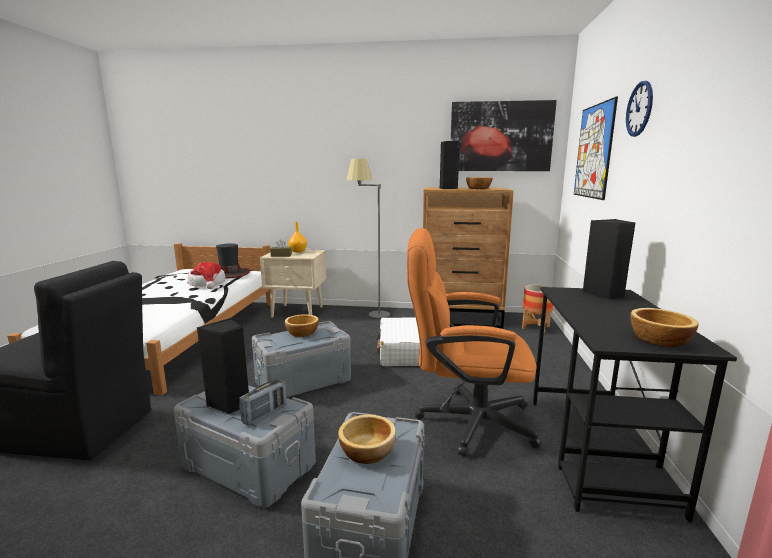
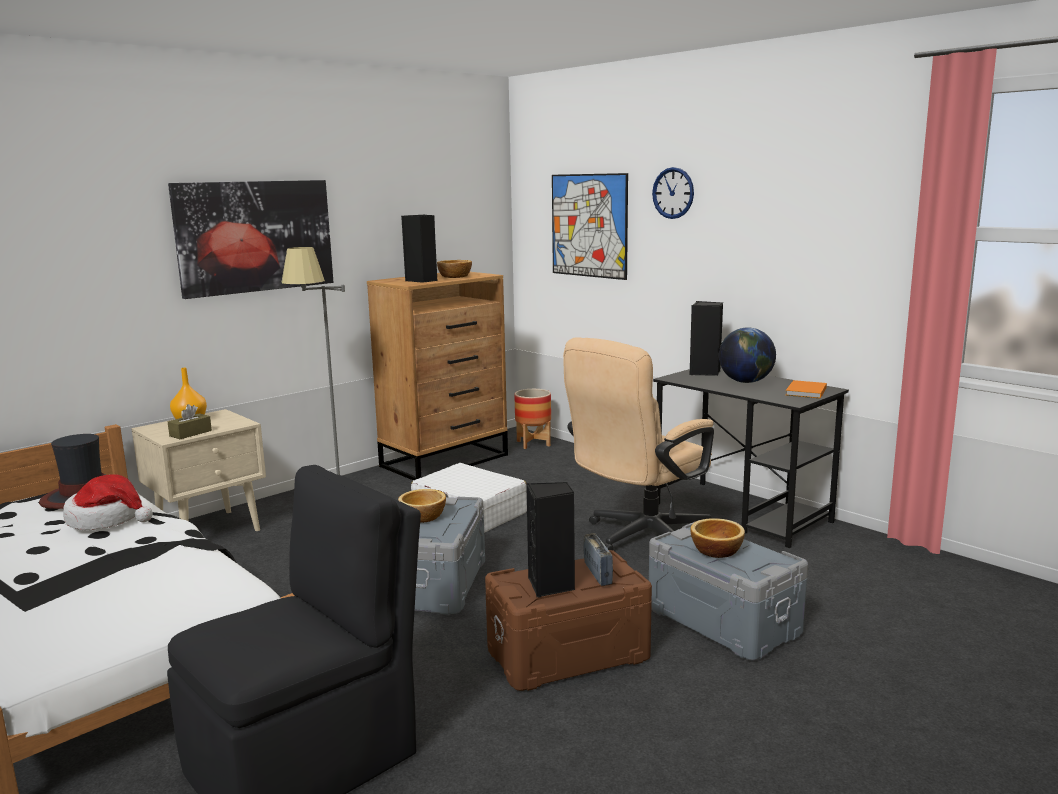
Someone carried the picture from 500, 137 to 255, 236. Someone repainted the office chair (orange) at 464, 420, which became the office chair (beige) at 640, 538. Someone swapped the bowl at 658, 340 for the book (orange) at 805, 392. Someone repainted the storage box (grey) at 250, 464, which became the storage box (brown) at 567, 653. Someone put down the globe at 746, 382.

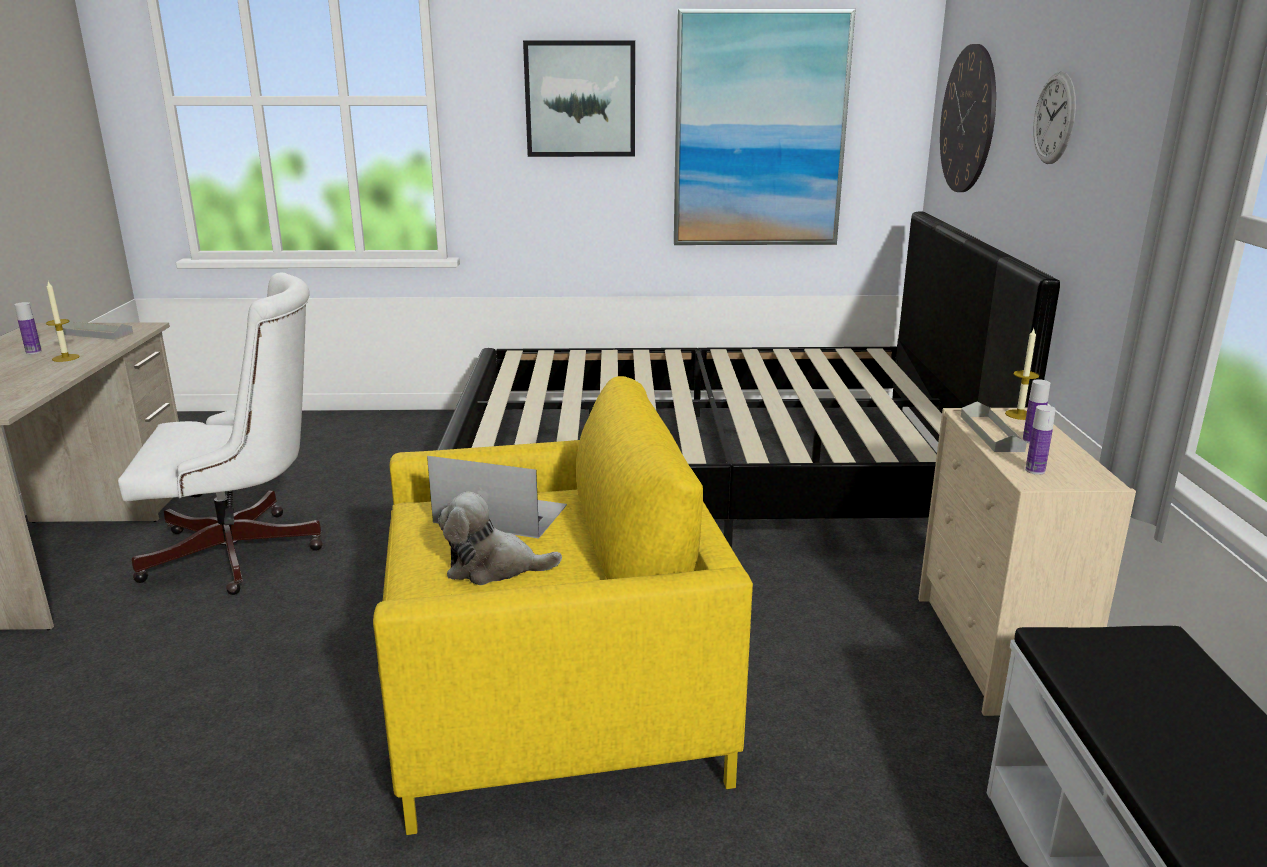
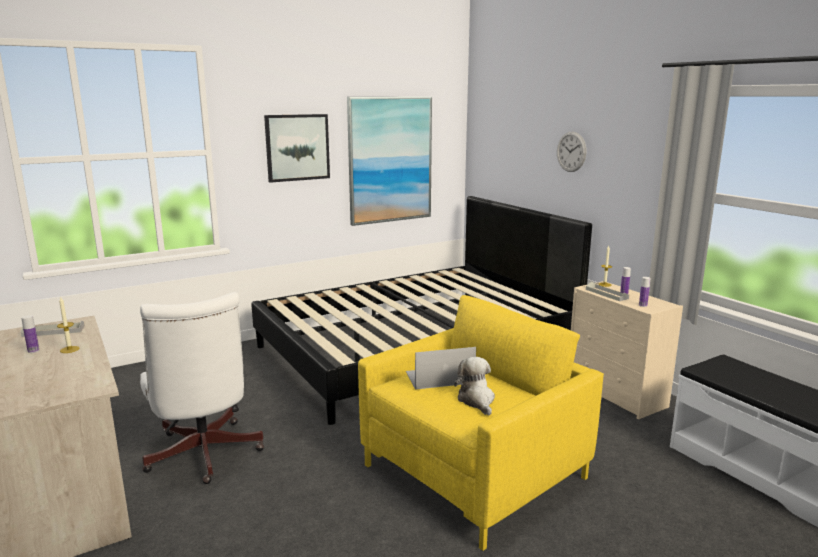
Someone took away the wall clock at 968, 119. Someone rotated the office chair (white) at 244, 553 by 105 degrees clockwise. Someone rotated the plush toy at 493, 567 by 105 degrees clockwise.

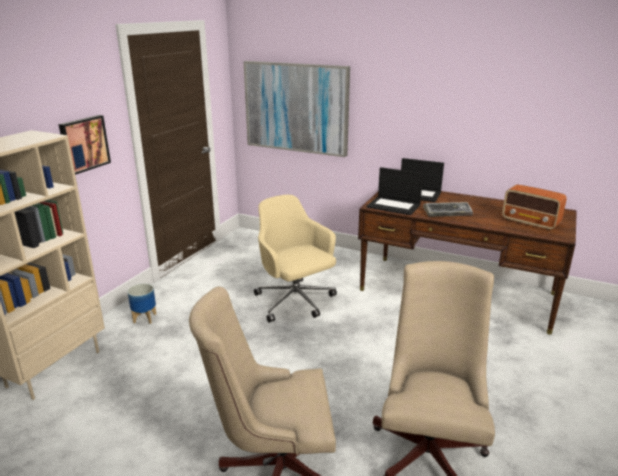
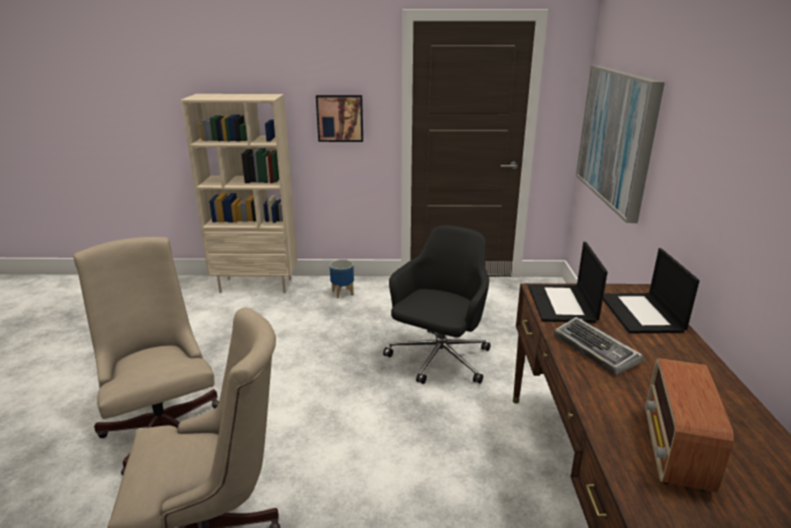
Someone repainted the office chair (beige) at 295, 302, which became the office chair (black) at 438, 360.

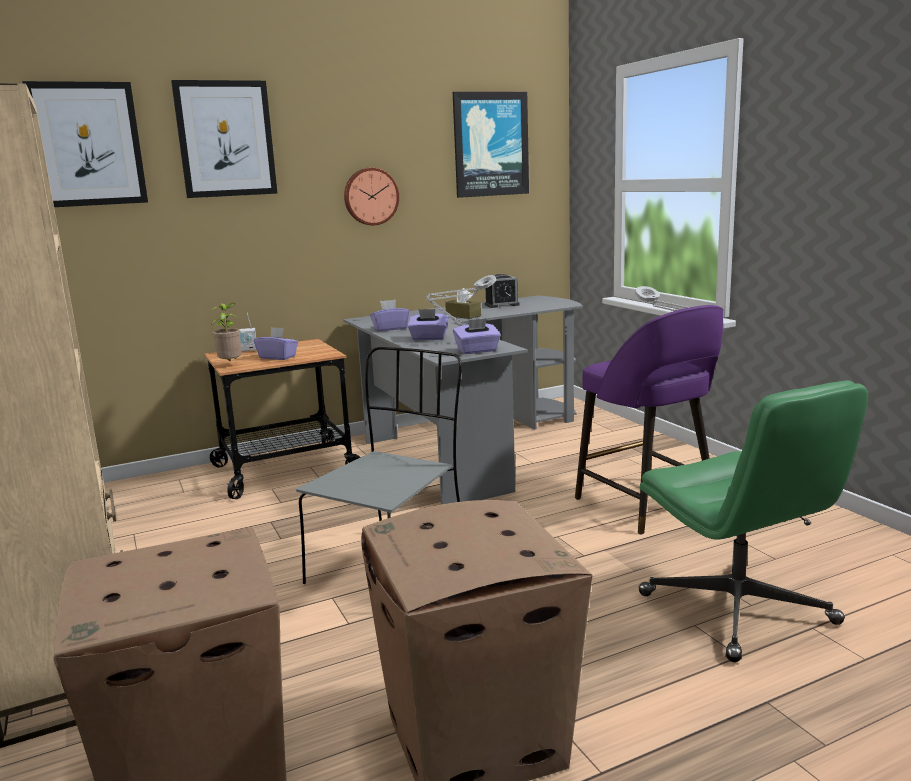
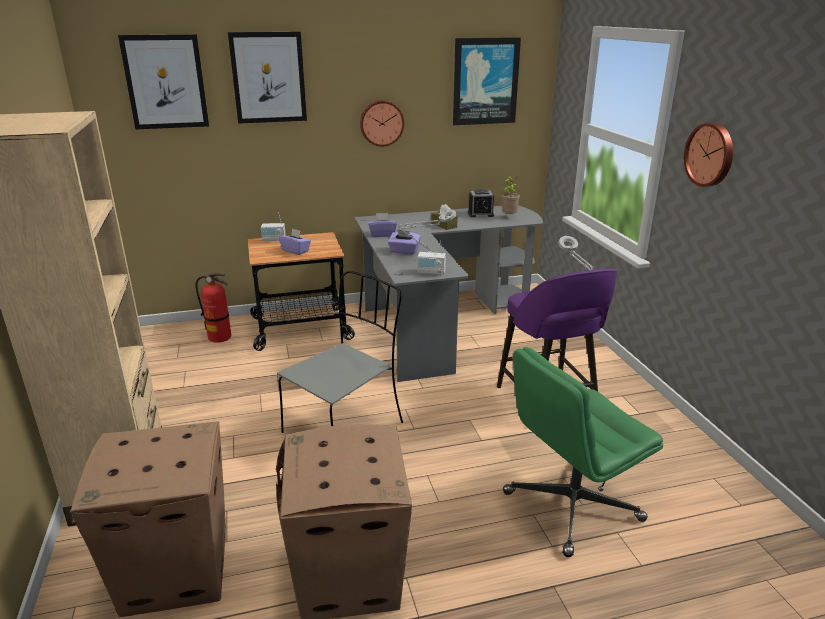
Someone carried the potted plant from 231, 365 to 509, 217. Someone swapped the tissue box (purple) at 477, 351 for the radio at 431, 272. Someone rotated the office chair (green) at 739, 610 by 75 degrees clockwise. Someone put up the wall clock at 710, 154. Someone put down the fire extinguisher at 220, 337.

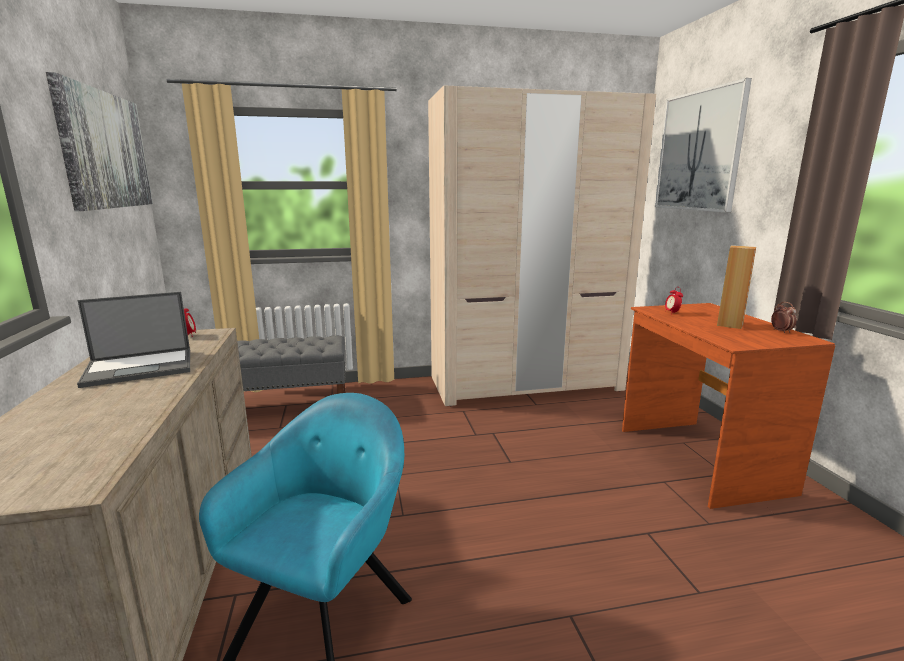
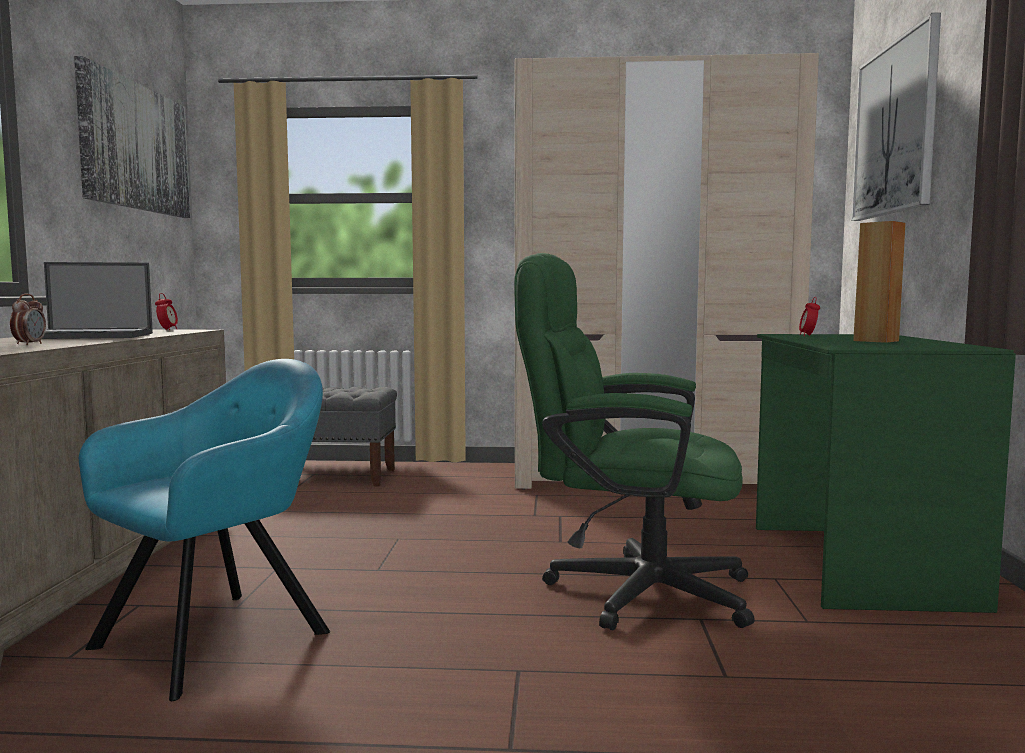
Someone carried the alarm clock from 781, 331 to 29, 344. Someone repainted the desk (brown) at 699, 459, which became the desk (green) at 854, 564. Someone put down the office chair (green) at 628, 590.

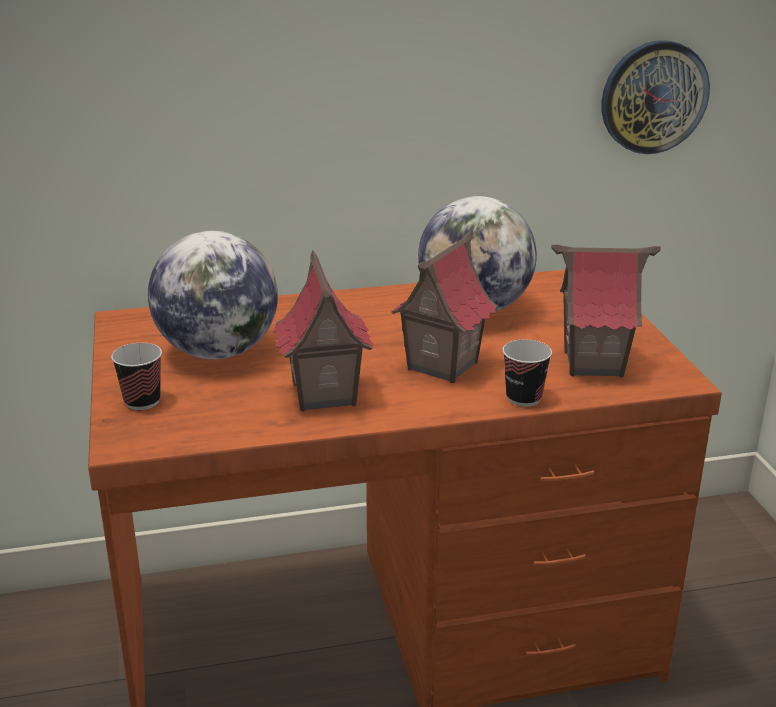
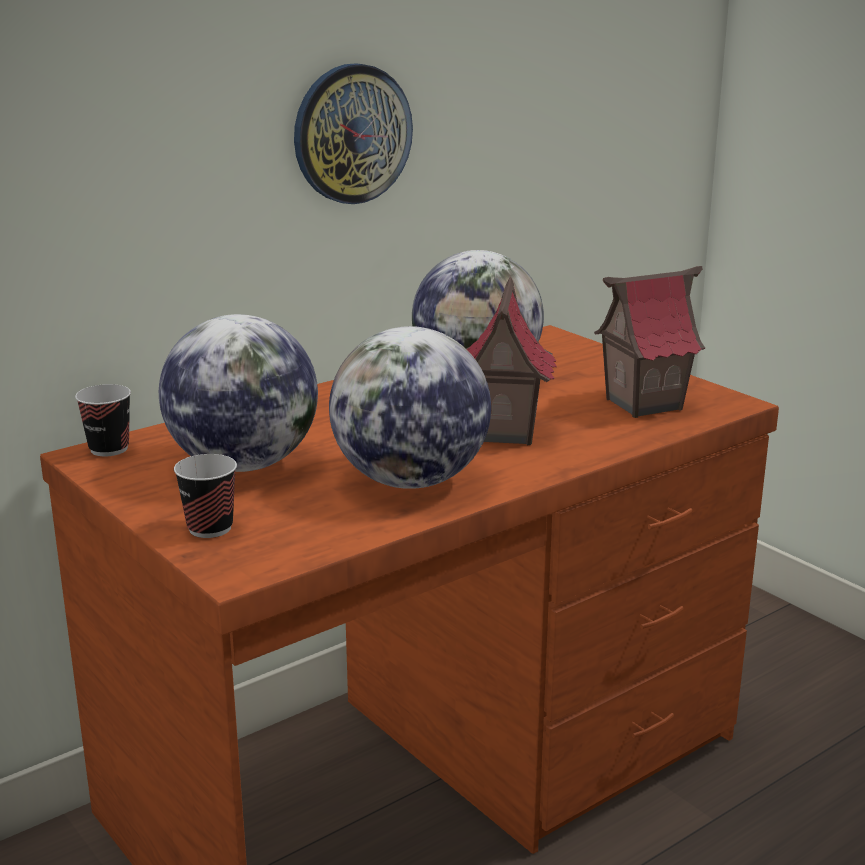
Someone carried the wall clock from 653, 97 to 352, 134. Someone swapped the toy house at 323, 395 for the globe at 410, 481. Someone carried the cup from 523, 398 to 109, 449.

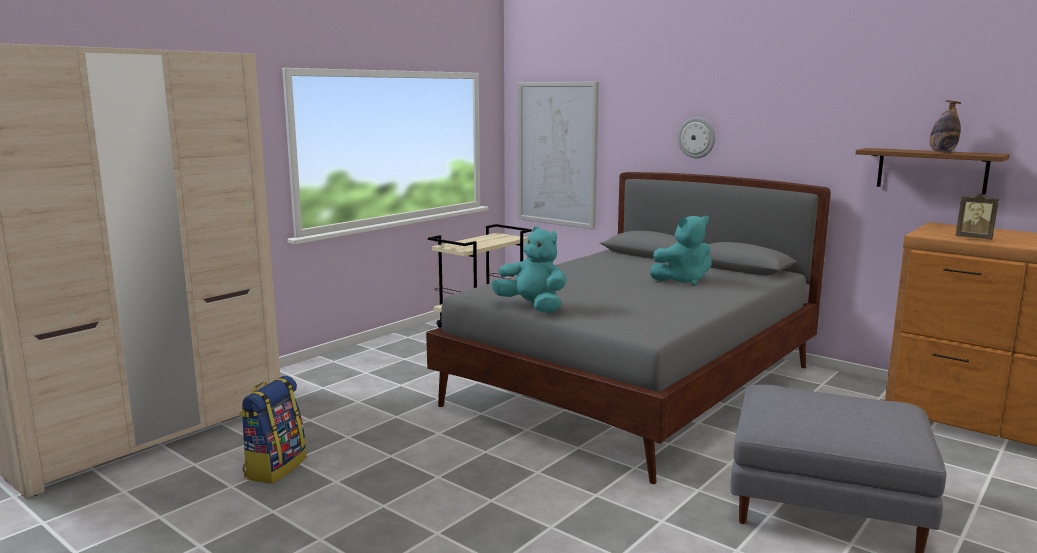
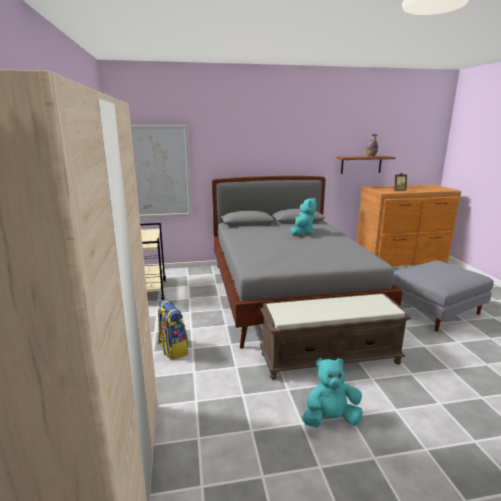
Someone took away the wall clock at 697, 137. Someone carried the plush toy (turquoise) from 532, 307 to 330, 419. Someone carried the backpack from 275, 467 to 172, 349. Someone put down the bench (brown) at 330, 358.

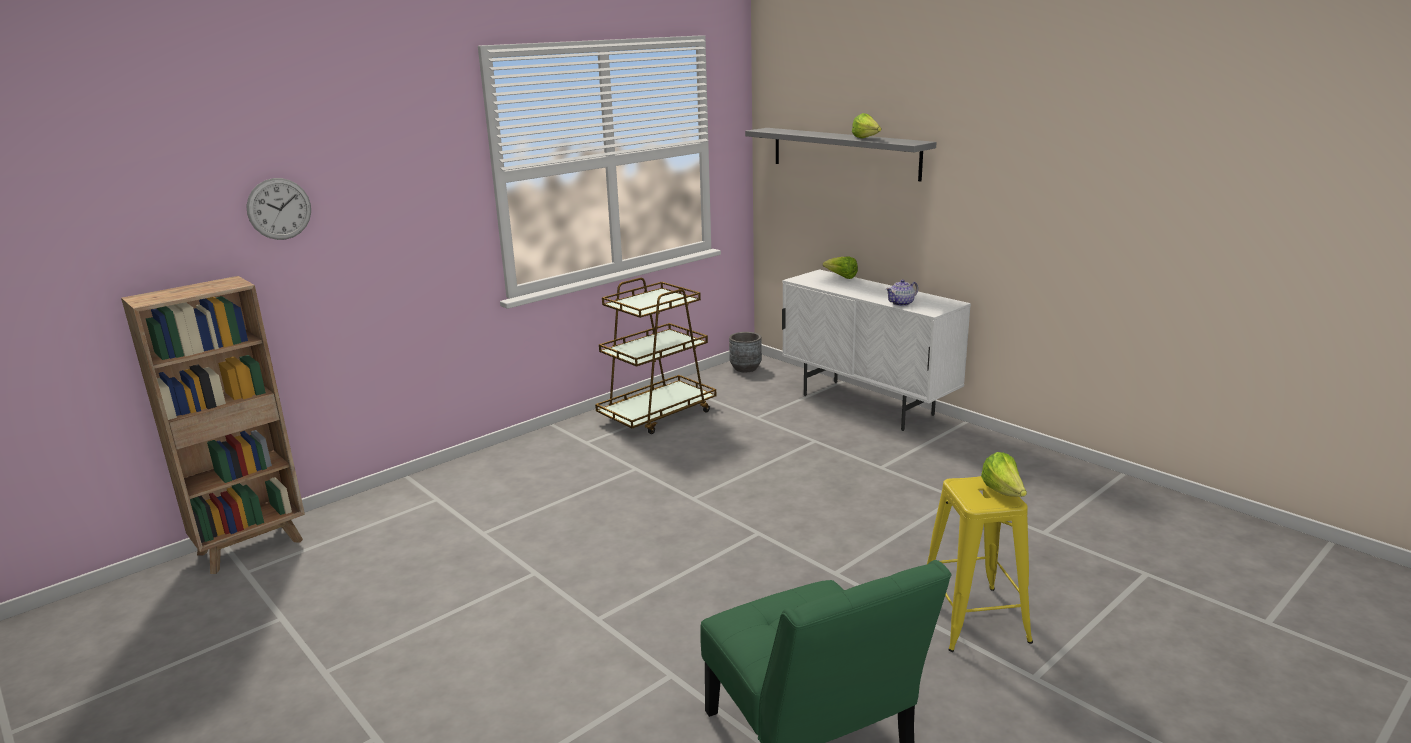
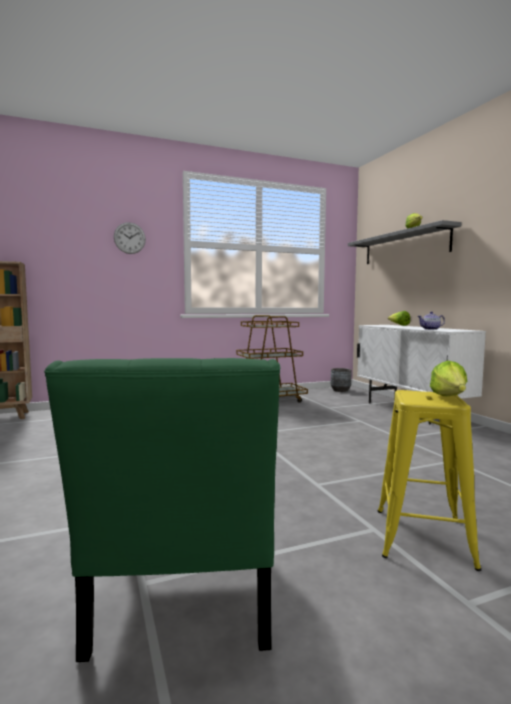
Someone carried the wall clock from 279, 209 to 129, 238.

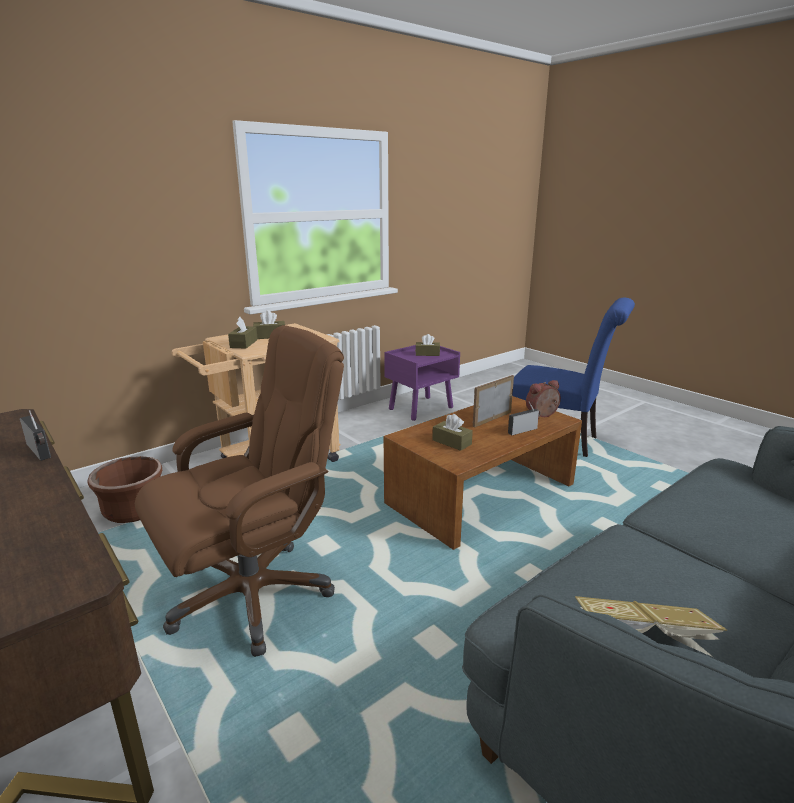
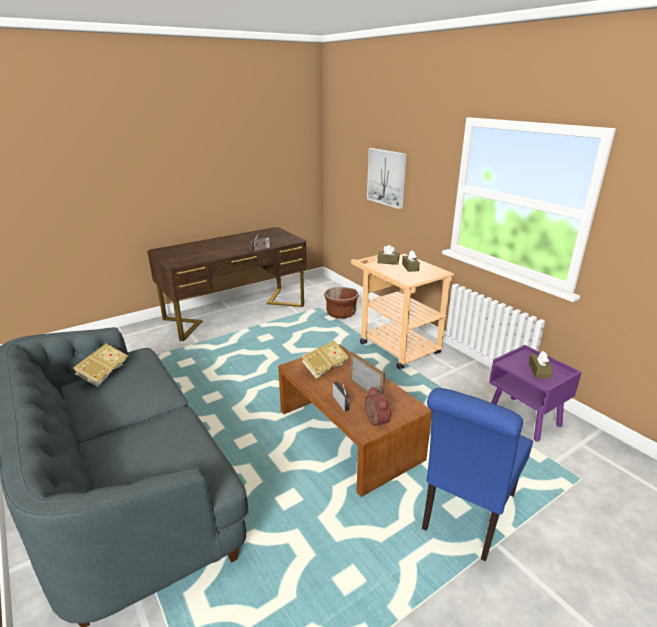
Someone took away the office chair (brown) at 253, 594. Someone swapped the tissue box (brown) at 452, 442 for the book at 324, 368. Someone put up the picture at 386, 177.

